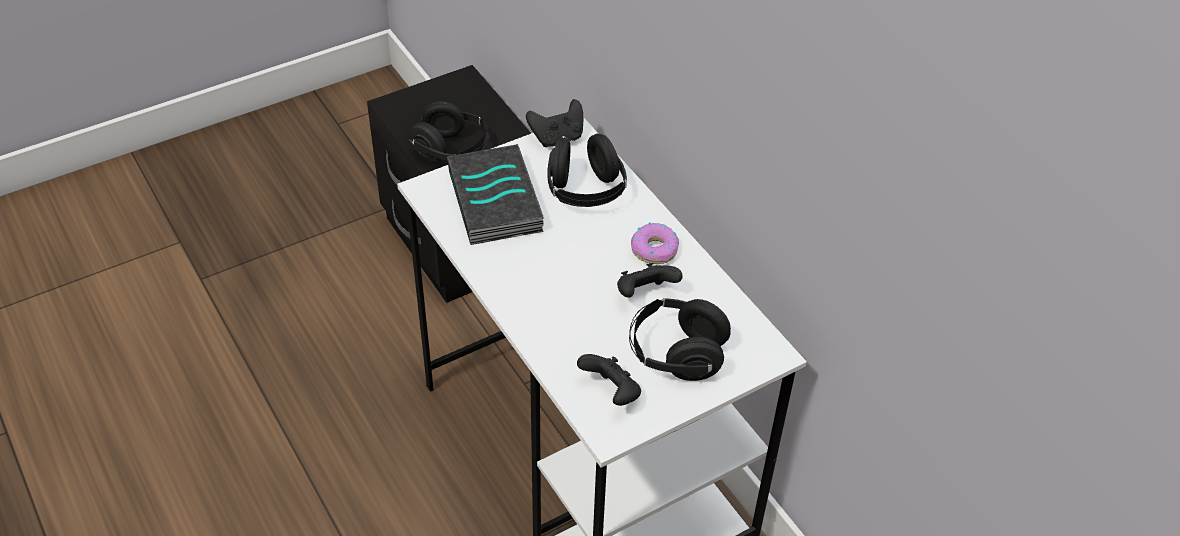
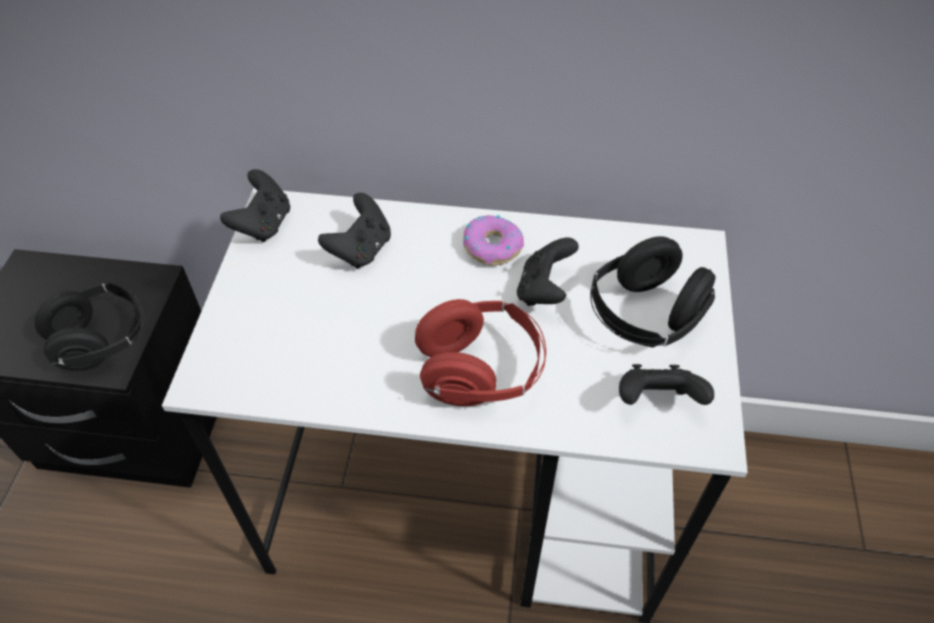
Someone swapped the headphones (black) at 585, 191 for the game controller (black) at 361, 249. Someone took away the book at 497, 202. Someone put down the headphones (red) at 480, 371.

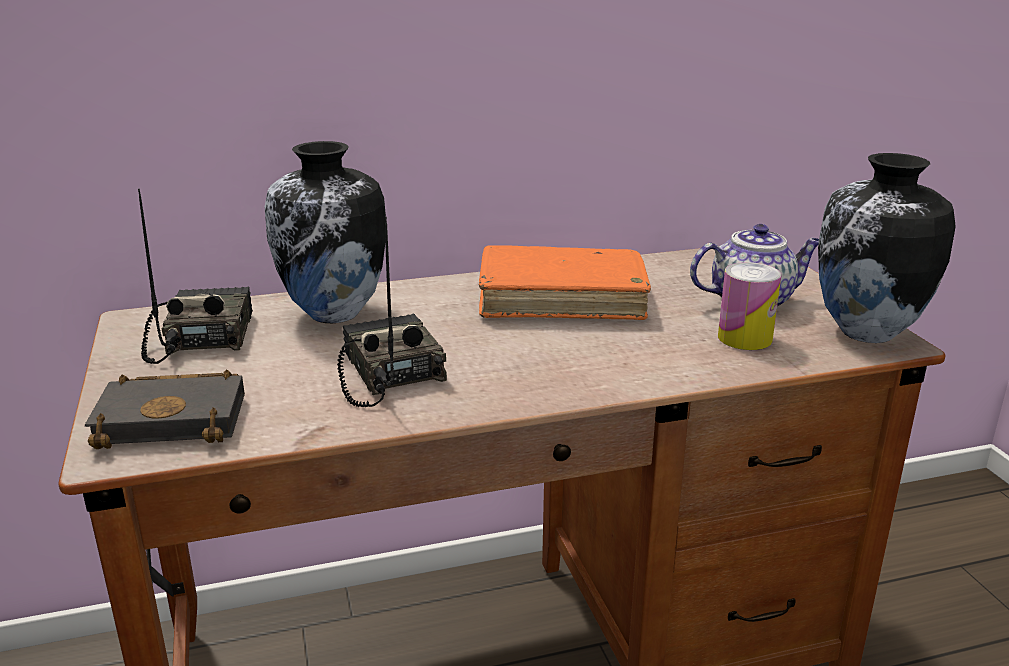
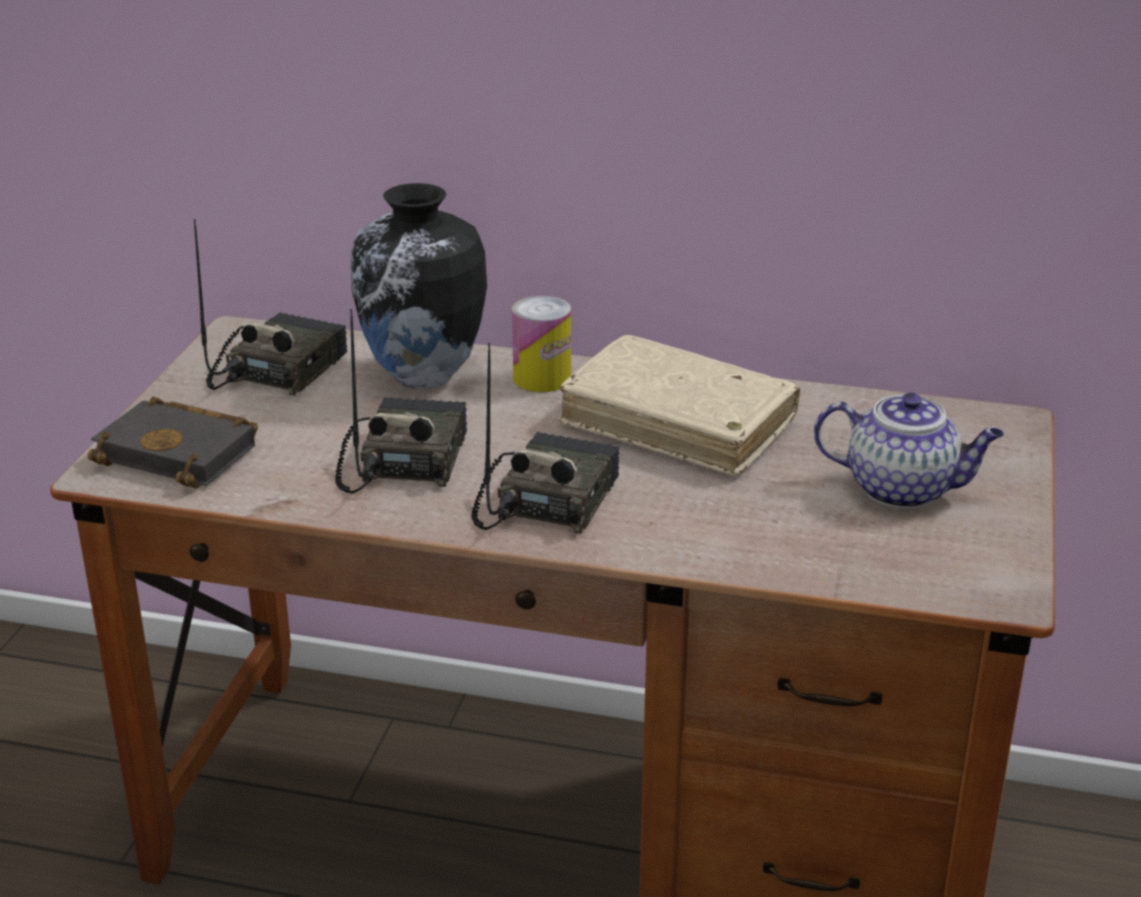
Someone took away the vase at 866, 333. Someone repainted the book (orange) at 561, 299, which became the book (beige) at 678, 424. Someone carried the can from 744, 338 to 542, 378. Someone put down the radio at 546, 500.

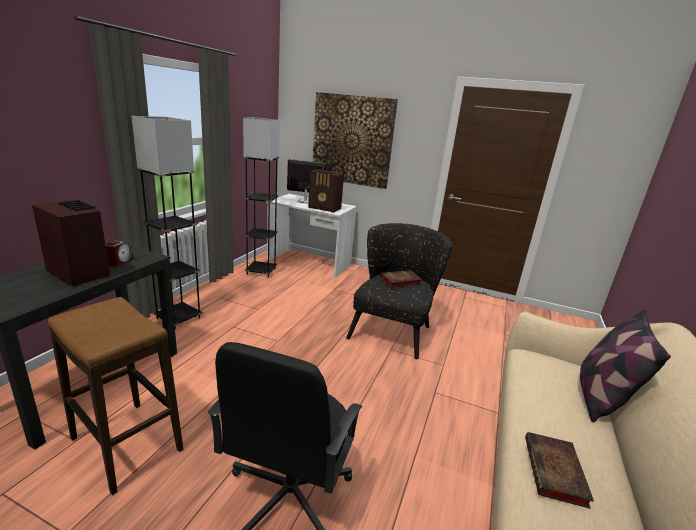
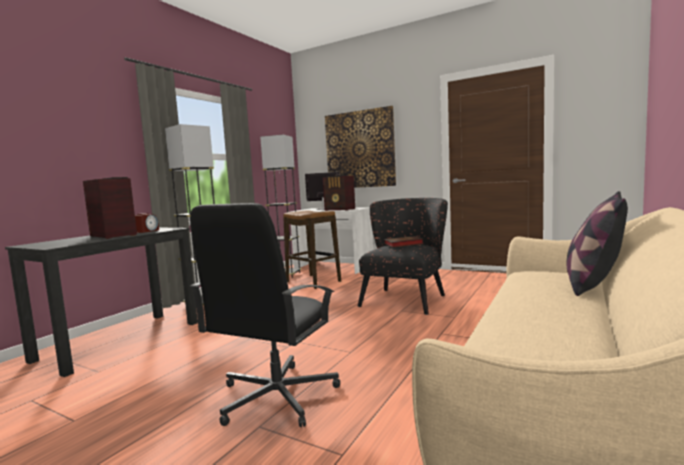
Someone carried the stool from 126, 444 to 313, 282. Someone took away the book at 555, 473.

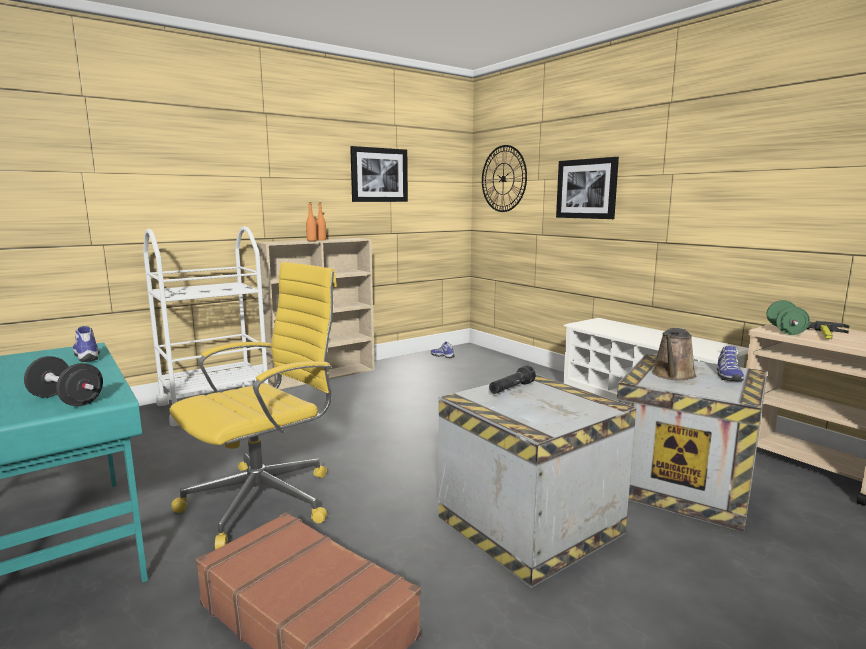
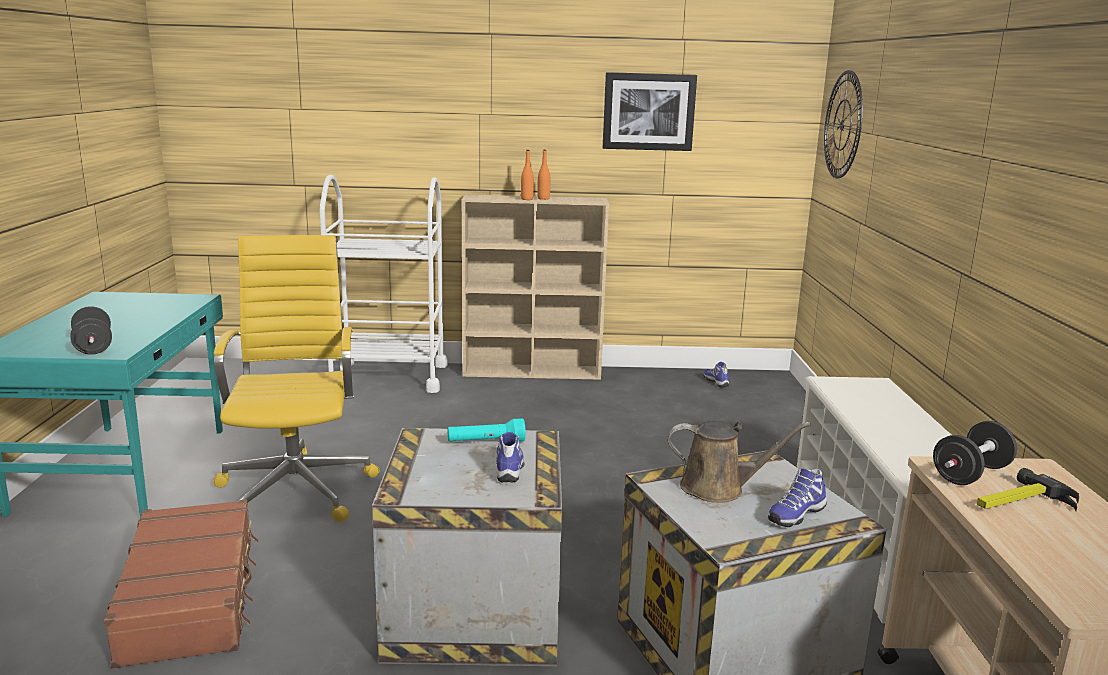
Someone took away the picture at 586, 189. Someone rotated the office chair (yellow) at 265, 501 by 90 degrees counterclockwise. Someone repainted the dumbbell (green) at 785, 330, which became the dumbbell (black) at 970, 474. Someone carried the shoe from 88, 356 to 510, 468. Someone rotated the watering can (brown) at 672, 375 by 150 degrees counterclockwise. Someone repainted the flashlight (black) at 511, 389, which became the flashlight (turquoise) at 486, 442.

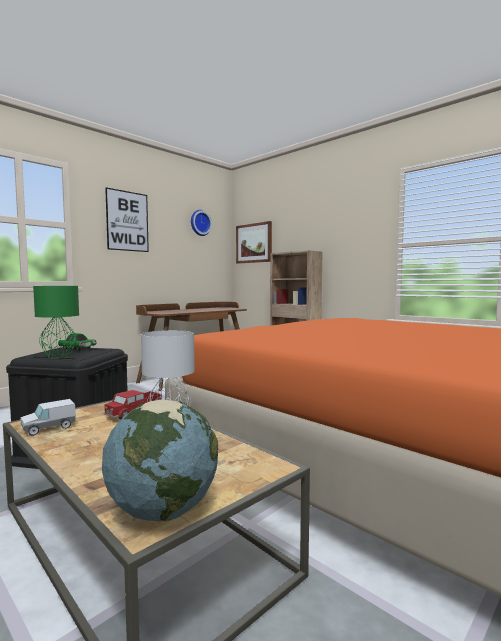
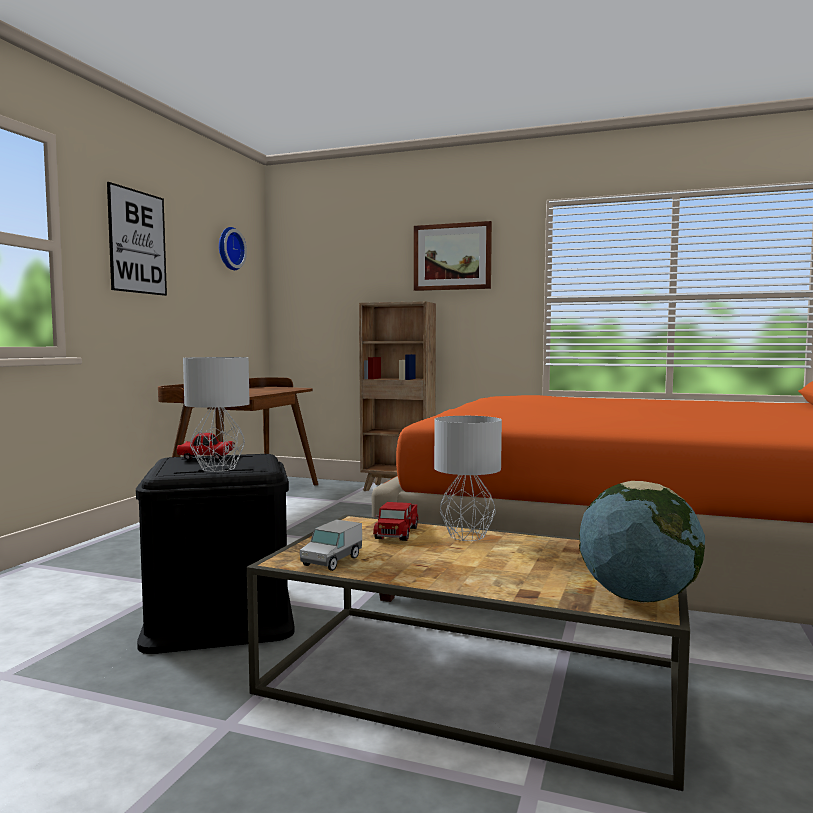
Someone carried the picture from 254, 243 to 452, 257. Someone repainted the table lamp (green) at 58, 356, which became the table lamp (grey) at 217, 468. Someone repainted the toy car (green) at 77, 349, which became the toy car (red) at 206, 458.

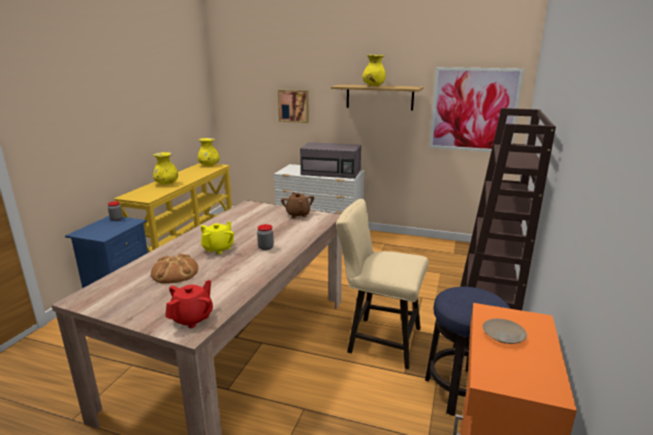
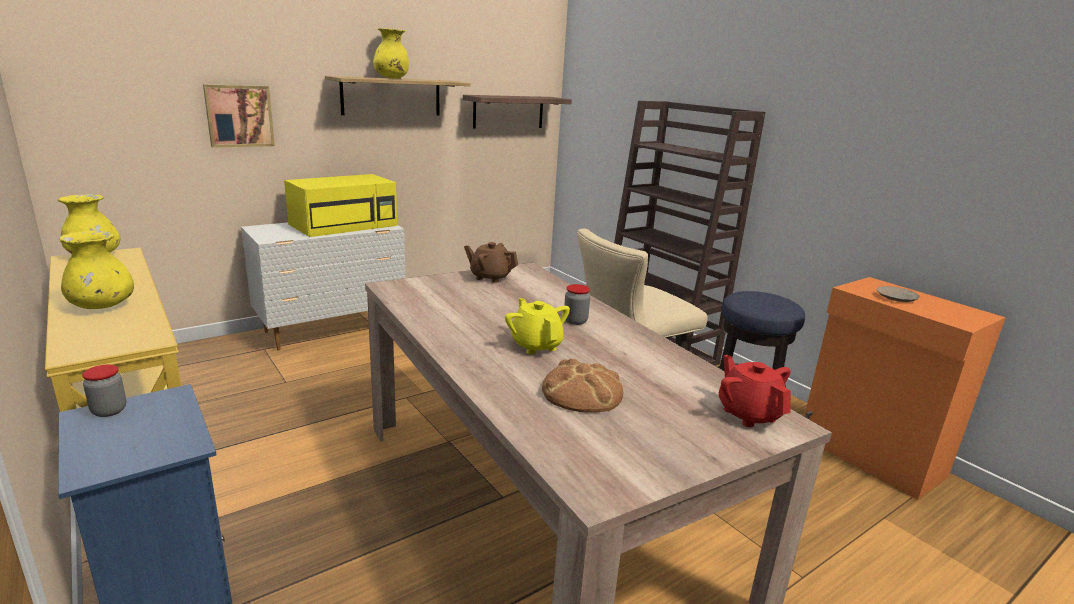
Someone swapped the picture at 473, 110 for the shelf at 508, 112. Someone repainted the microwave (grey) at 331, 172, which became the microwave (yellow) at 345, 225.

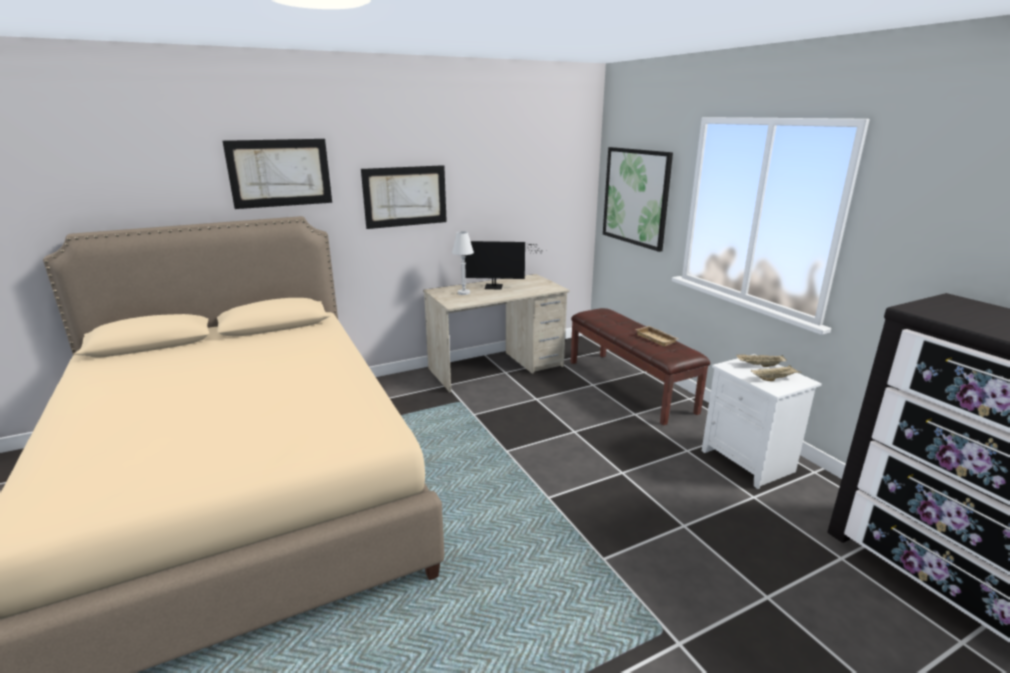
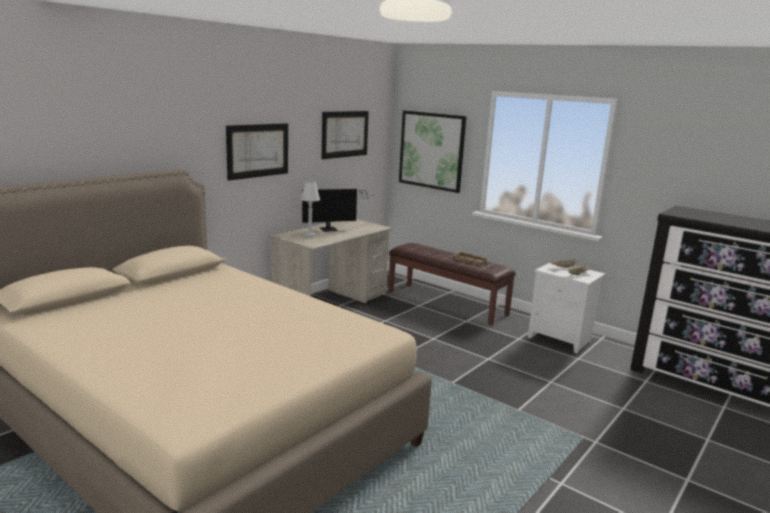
Someone carried the picture from 280, 173 to 345, 134.

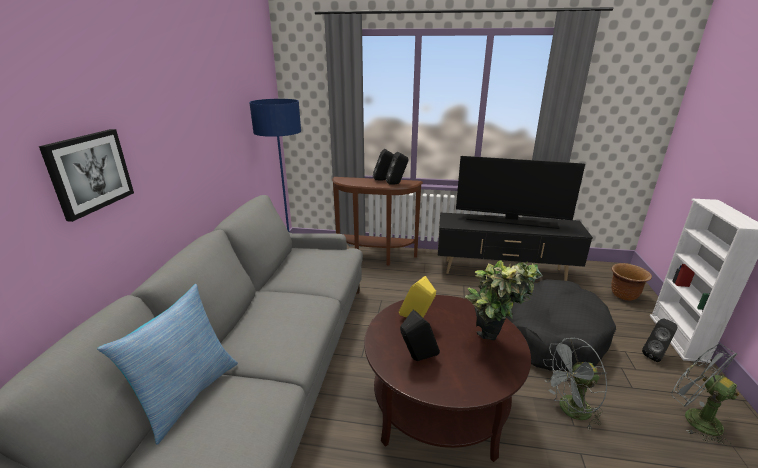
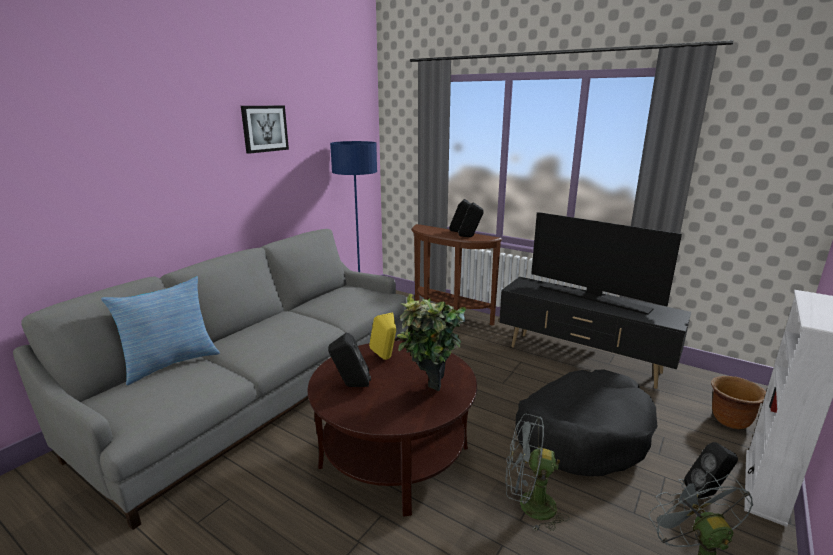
Someone carried the picture from 89, 172 to 264, 128.

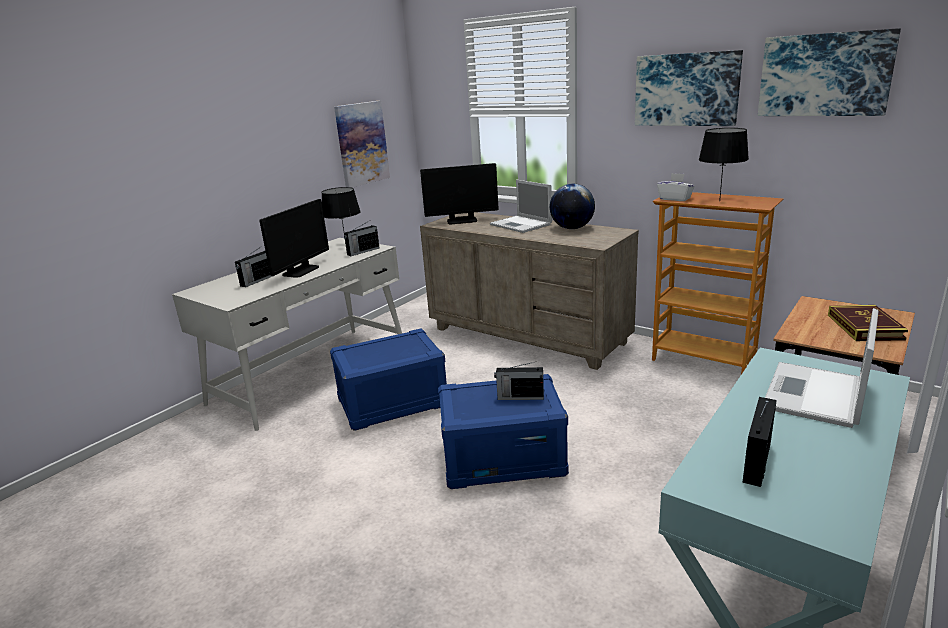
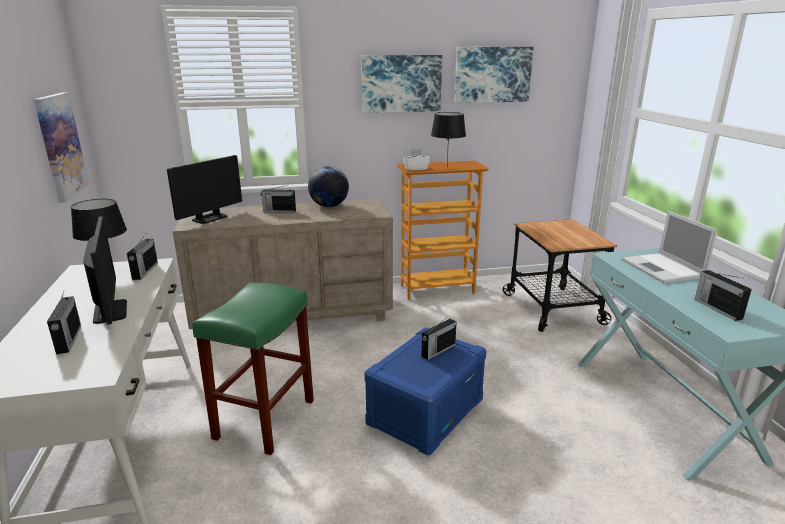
Someone swapped the laptop at 521, 225 for the radio at 279, 211. Someone took away the book at 864, 327. Someone swapped the storage box (blue) at 392, 403 for the stool (green) at 265, 420.

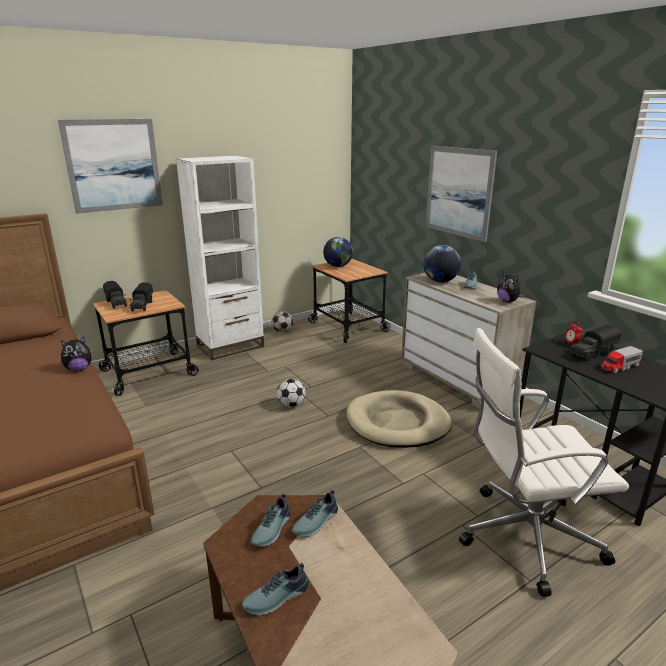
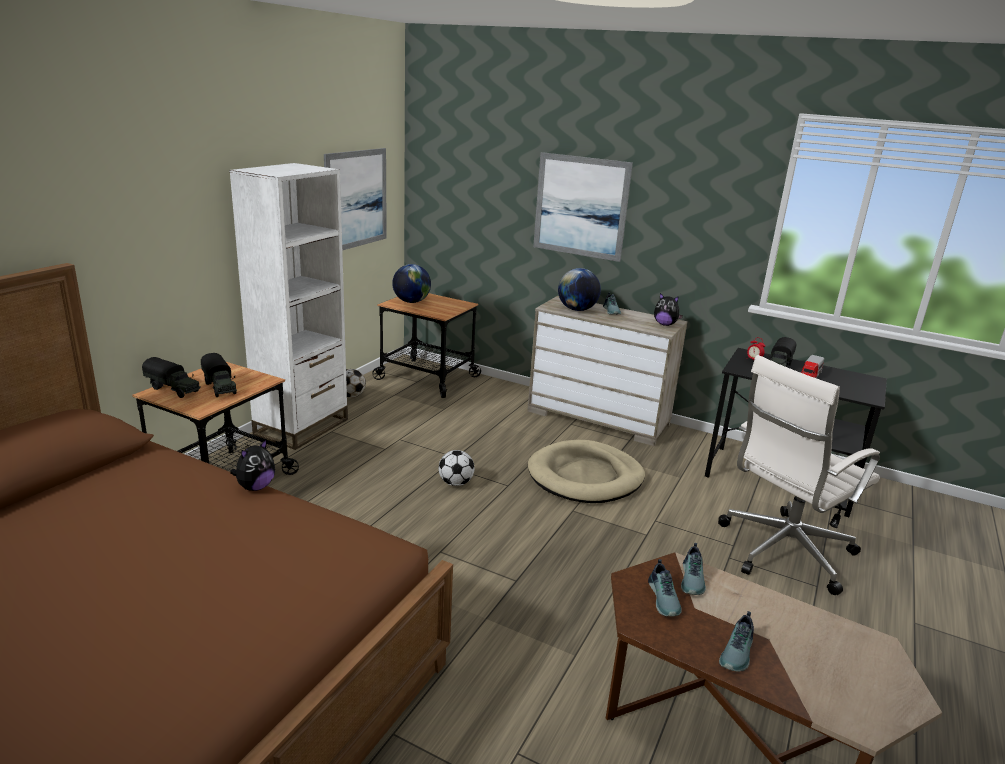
Someone carried the picture from 113, 165 to 356, 199.

